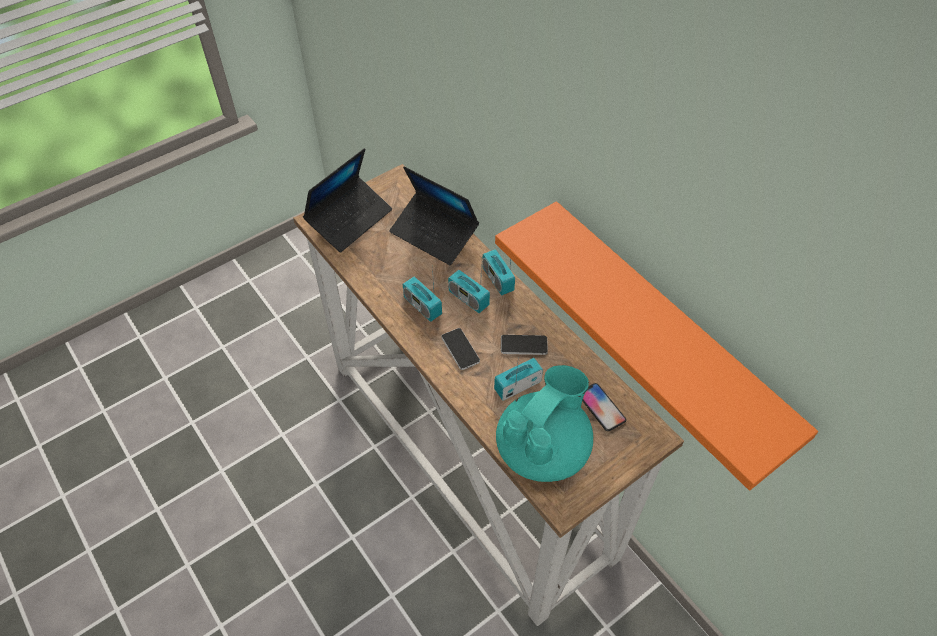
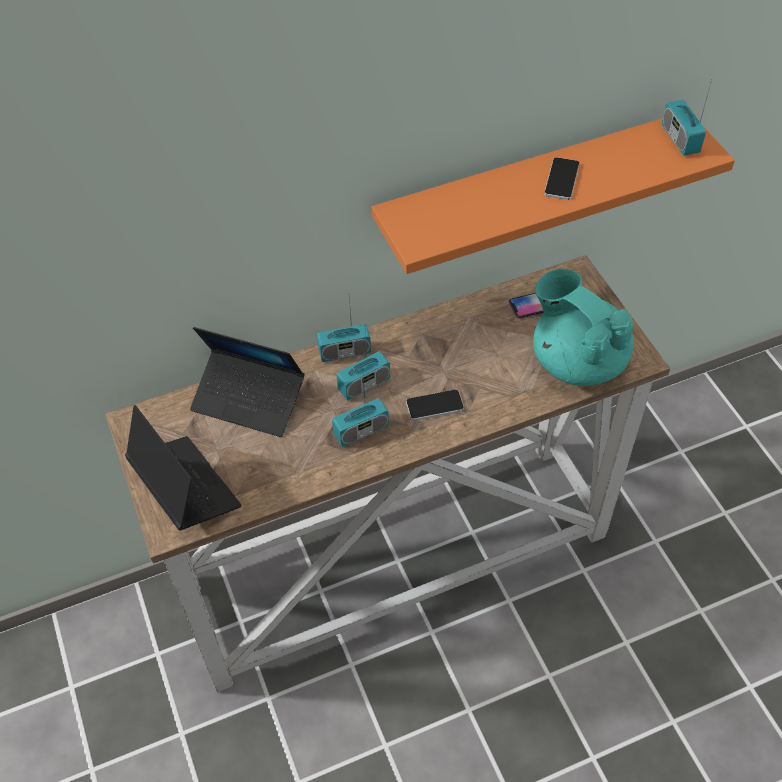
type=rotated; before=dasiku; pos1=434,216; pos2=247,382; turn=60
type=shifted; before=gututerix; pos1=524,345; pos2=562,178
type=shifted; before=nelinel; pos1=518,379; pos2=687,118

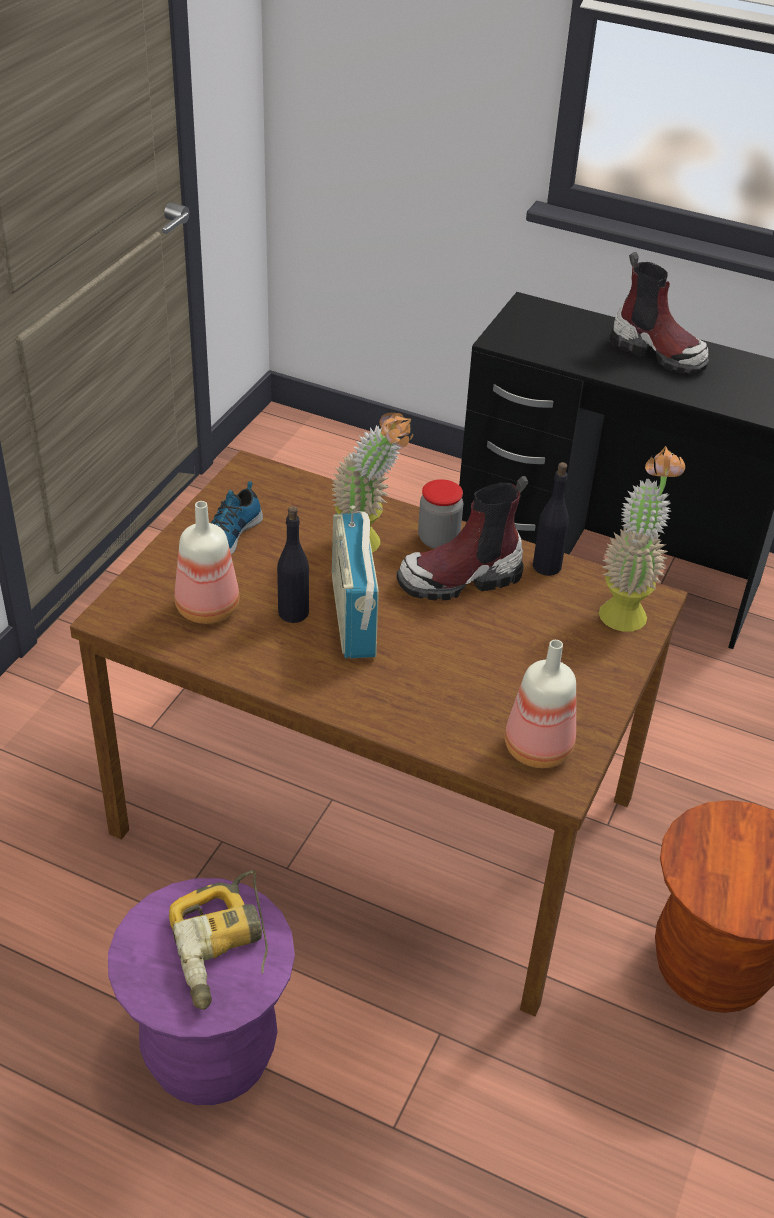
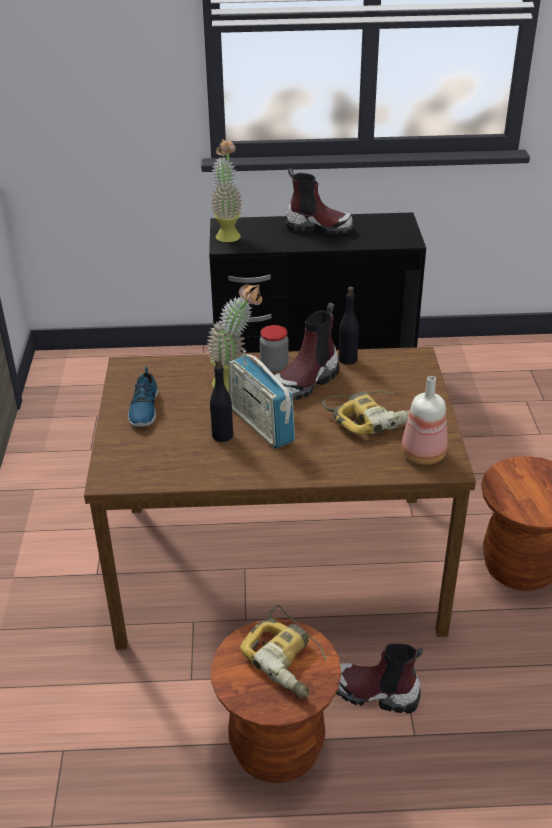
type=shifted; before=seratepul; pos1=642,539; pos2=226,190
type=repainted; before=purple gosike; after=brown gosike; pos1=201,991; pos2=276,701
type=new; after=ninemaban; pos2=366,413
type=new; after=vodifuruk; pos2=380,679
type=gone; before=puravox; pos1=207,562

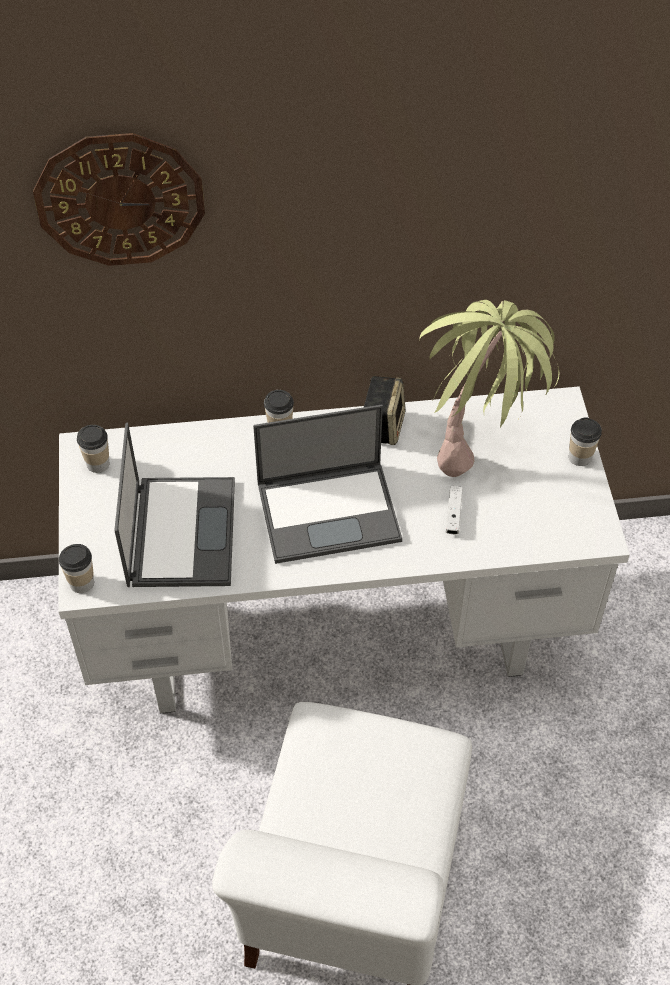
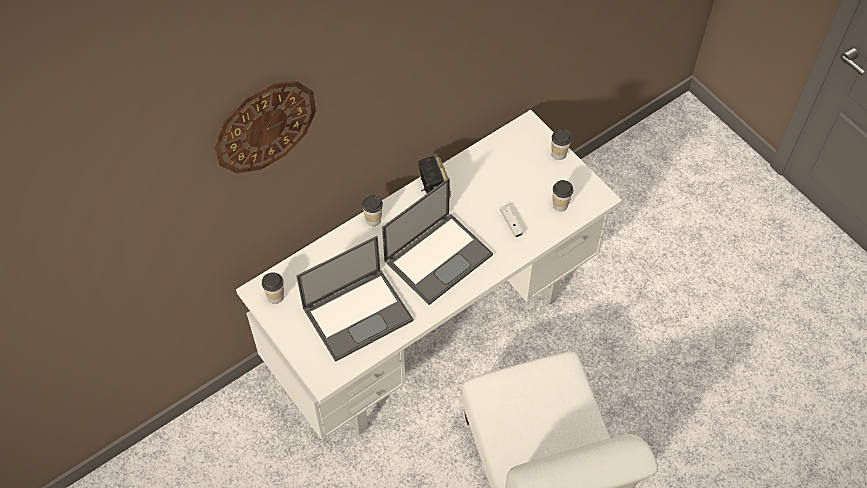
type=rotated; before=dasiku; pos1=174,505; pos2=355,299; turn=90
type=shifted; before=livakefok; pos1=76,568; pos2=563,196
type=gone; before=seratepul; pos1=489,388

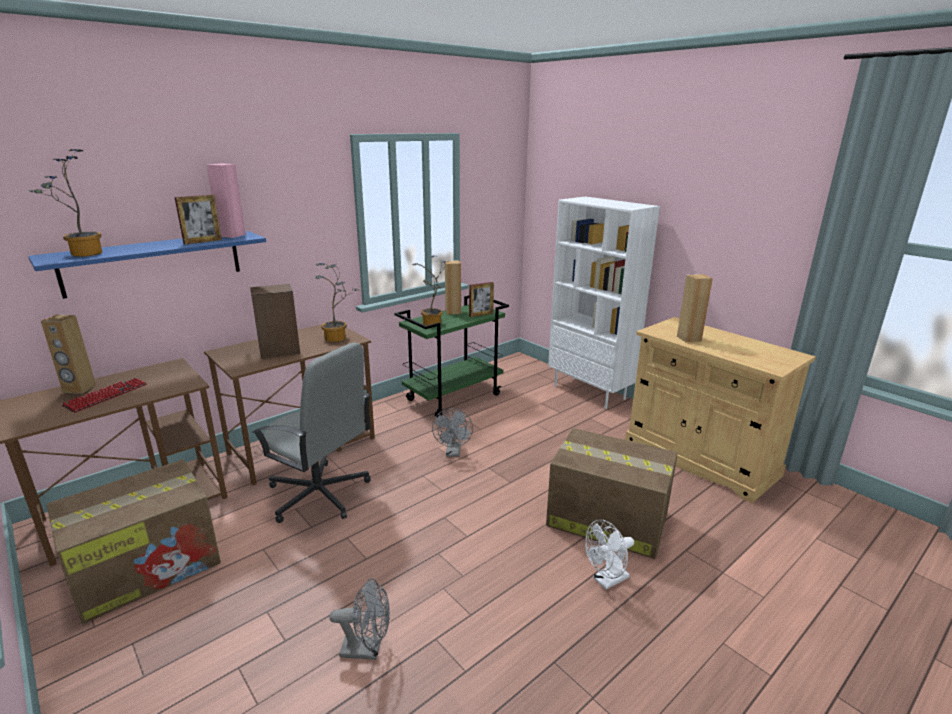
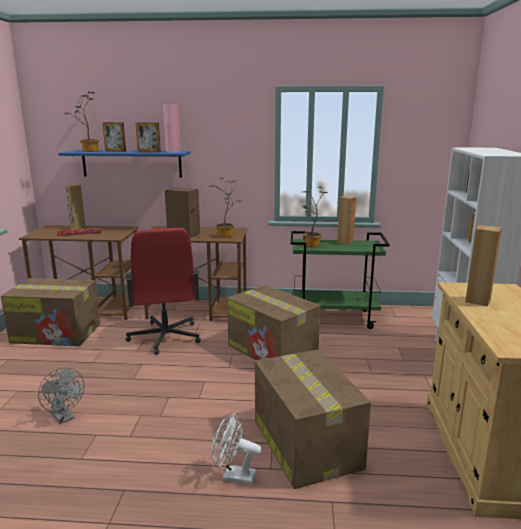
type=shifted; before=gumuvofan; pos1=481,299; pos2=114,137
type=repainted; before=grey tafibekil; after=red tafibekil; pos1=311,432; pos2=163,291
type=swapped; before=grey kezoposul; after=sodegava; pos1=452,432; pos2=273,322

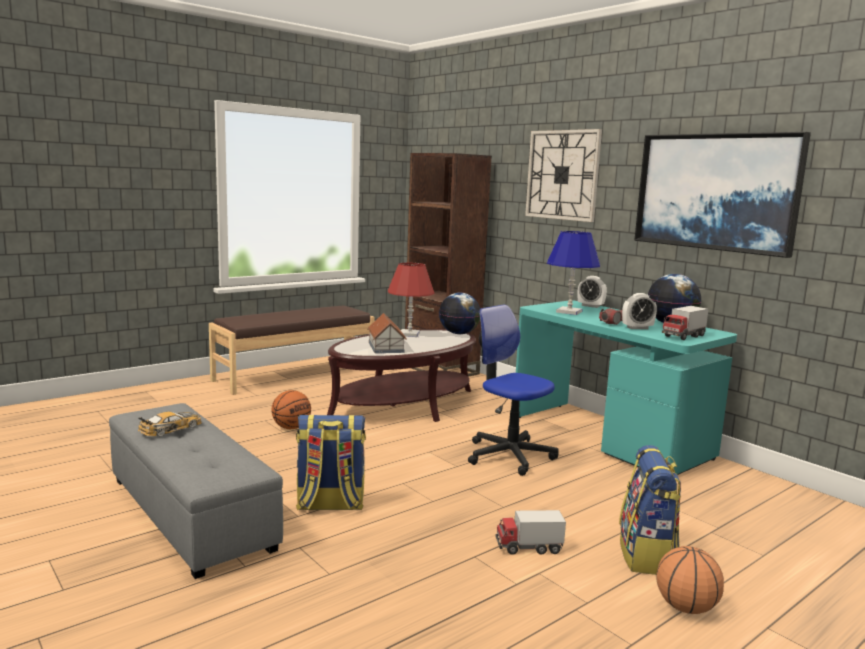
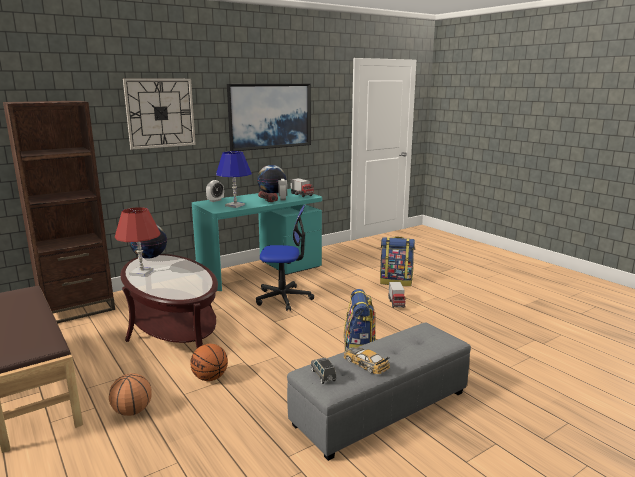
type=shifted; before=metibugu; pos1=690,580; pos2=130,394
type=rotated; before=tafibekil; pos1=513,390; pos2=285,258; turn=-135
type=new; after=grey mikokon; pos2=323,370
type=gone; before=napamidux; pos1=386,333

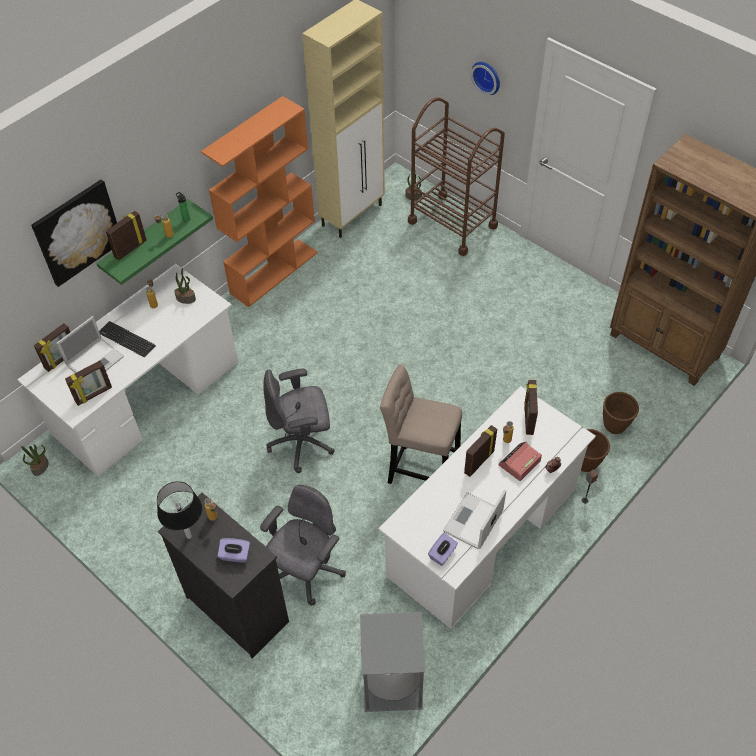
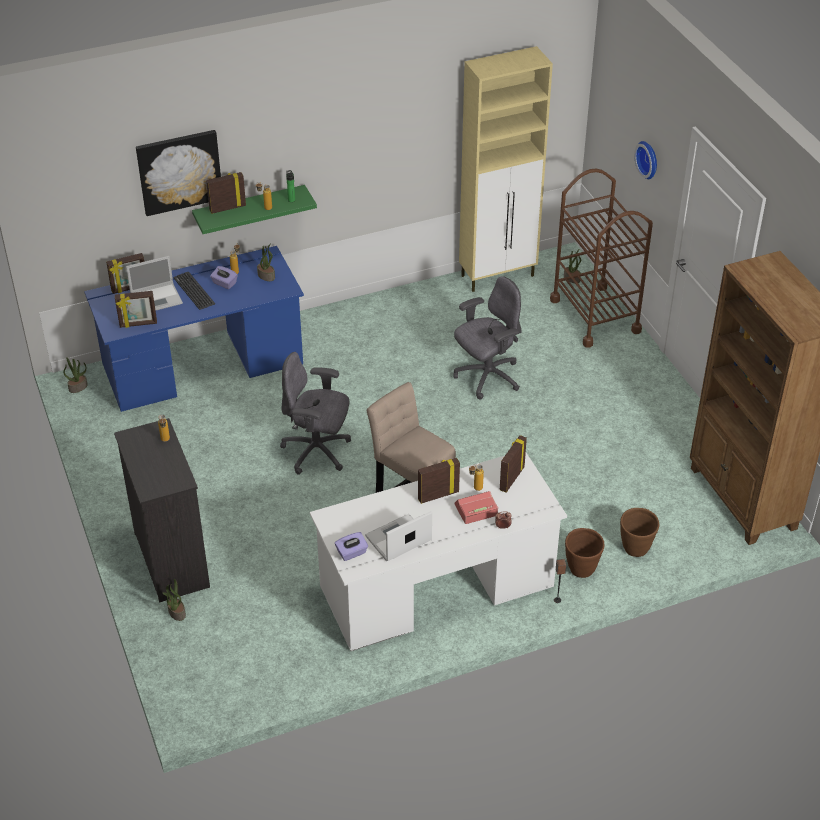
type=repainted; before=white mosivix; after=blue mosivix; pos1=127,370; pos2=194,329
type=new; after=seratepul; pos2=174,600
type=shifted; before=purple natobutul; pos1=234,550; pos2=224,277
type=shifted; before=grey tafibekil; pos1=303,545; pos2=488,338
type=gone; before=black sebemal; pos1=179,510
type=gone; before=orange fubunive; pos1=259,201
type=gone; before=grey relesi; pos1=393,662

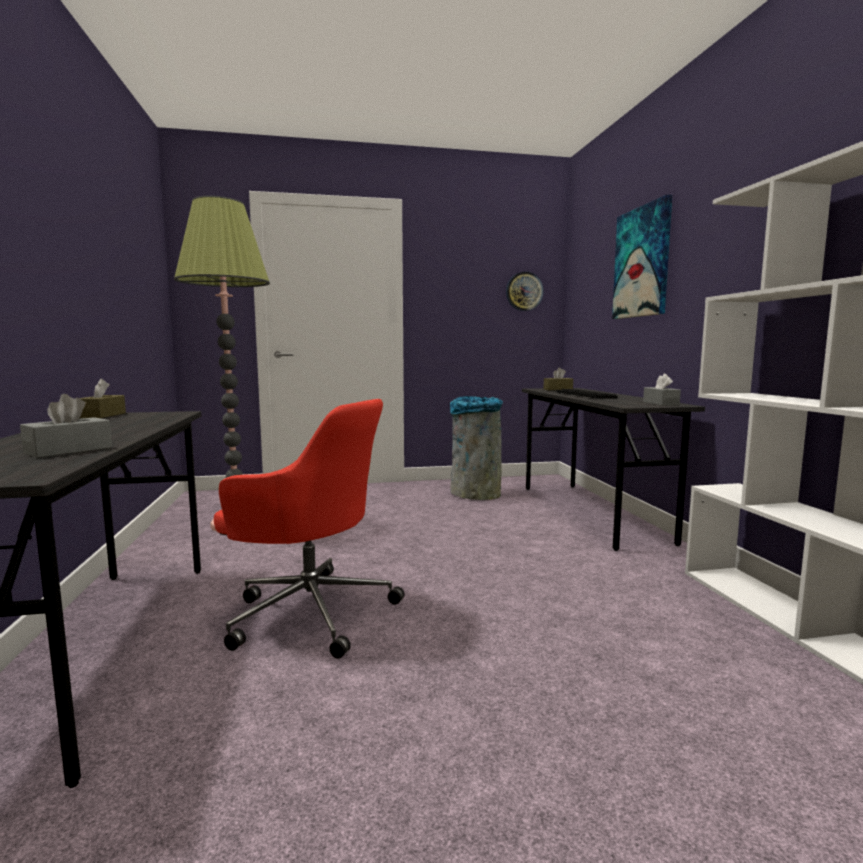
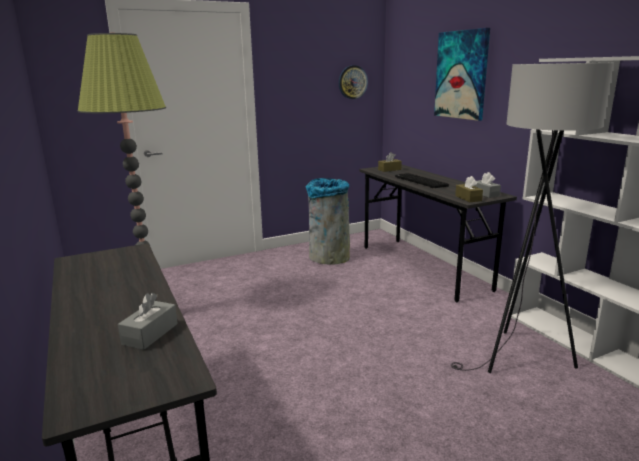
type=new; after=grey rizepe; pos2=532,218
type=shifted; before=brown natobutul; pos1=103,398; pos2=469,189
type=gone; before=red tafibekil; pos1=309,529

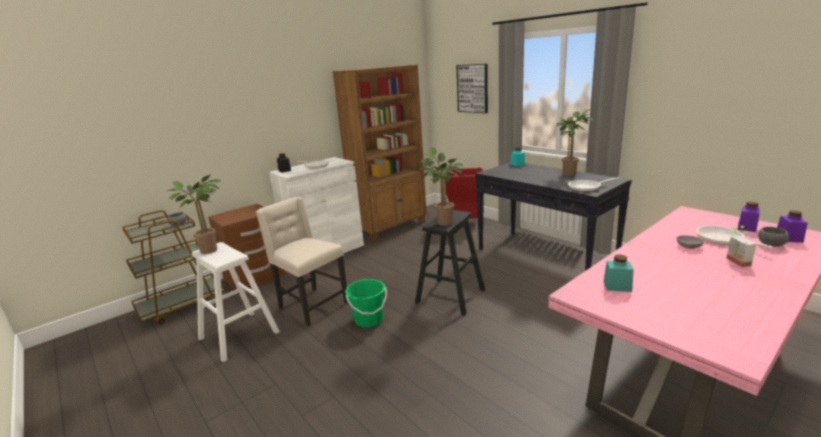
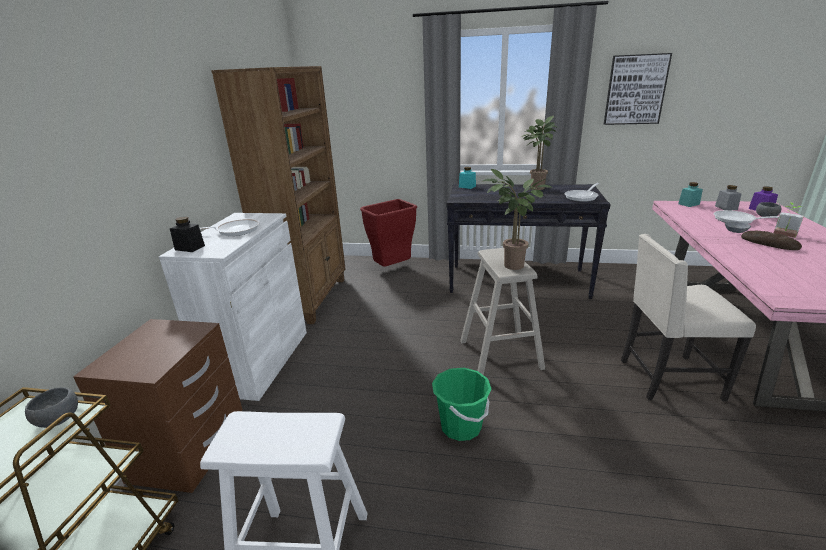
type=repainted; before=black gosike; after=beige gosike; pos1=450,262; pos2=502,311
type=shifted; before=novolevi; pos1=472,88; pos2=638,89
type=shifted; before=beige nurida; pos1=302,261; pos2=688,317
type=shifted; before=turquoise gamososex; pos1=619,273; pos2=690,194
type=repainted; before=purple gamososex; after=grey gamososex; pos1=749,217; pos2=728,197
type=new; after=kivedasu; pos2=771,240
type=gone; before=seratepul; pos1=194,214

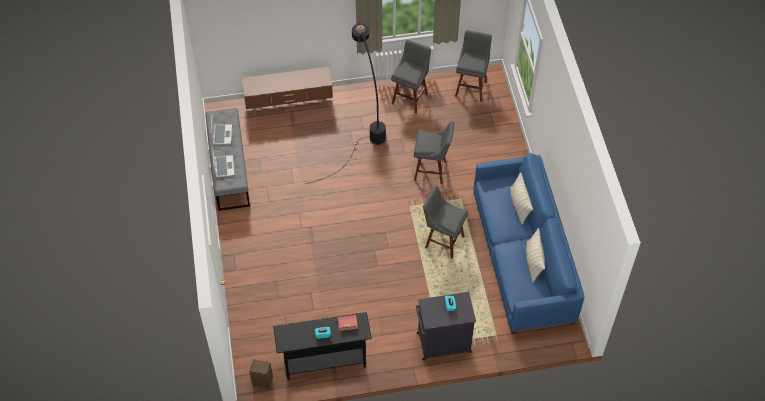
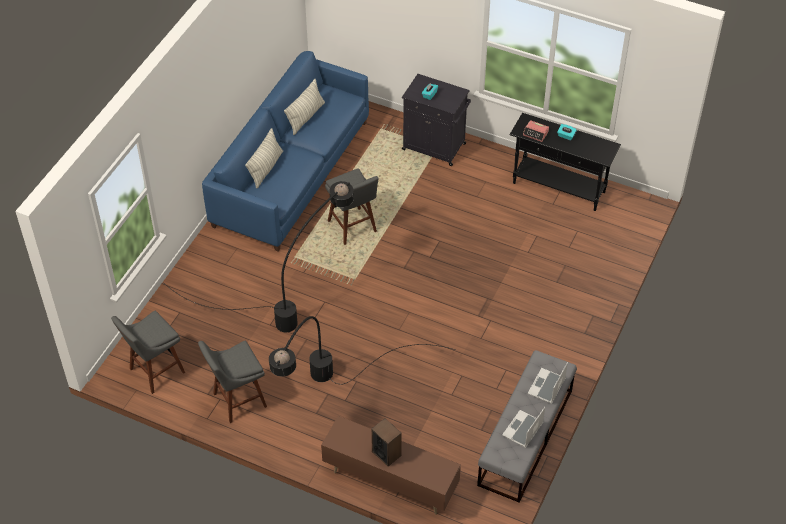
type=swapped; before=grey gosike; after=black rizepe; pos1=434,152; pos2=259,256
type=shifted; before=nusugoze; pos1=261,374; pos2=386,442

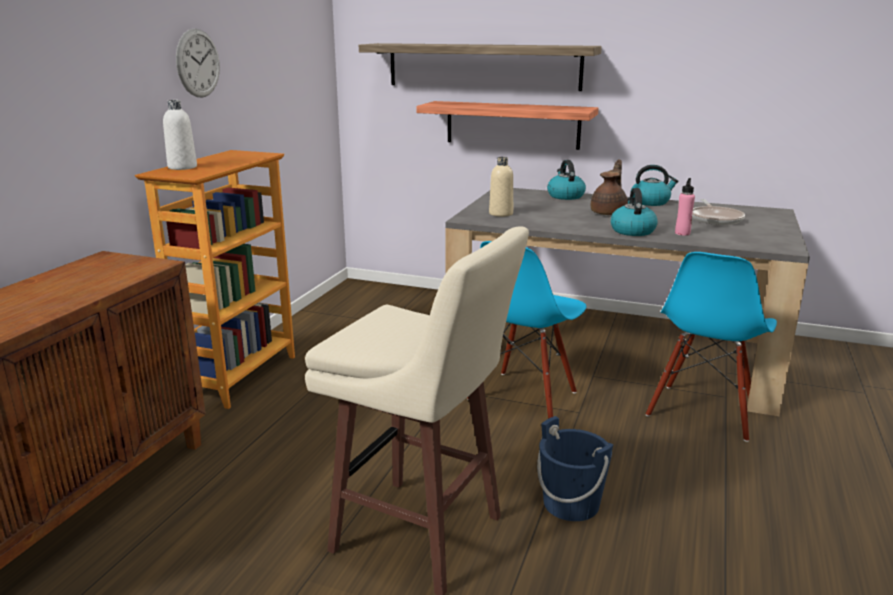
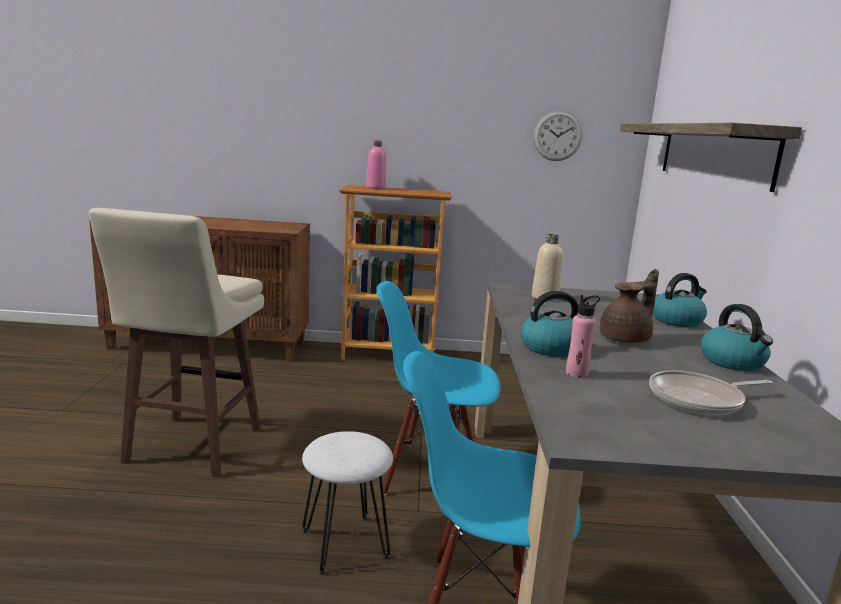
type=new; after=white gosike; pos2=347,503
type=repainted; before=white puravox; after=pink puravox; pos1=180,135; pos2=376,164
type=shifted; before=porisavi; pos1=198,63; pos2=557,136
type=rotated; before=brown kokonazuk; pos1=609,187; pos2=629,306; turn=-45
type=gone; before=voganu; pos1=507,125
type=gone; before=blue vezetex; pos1=575,468

